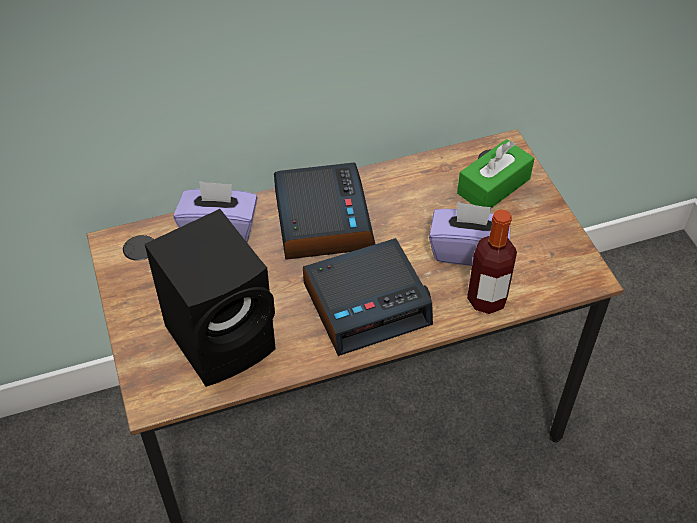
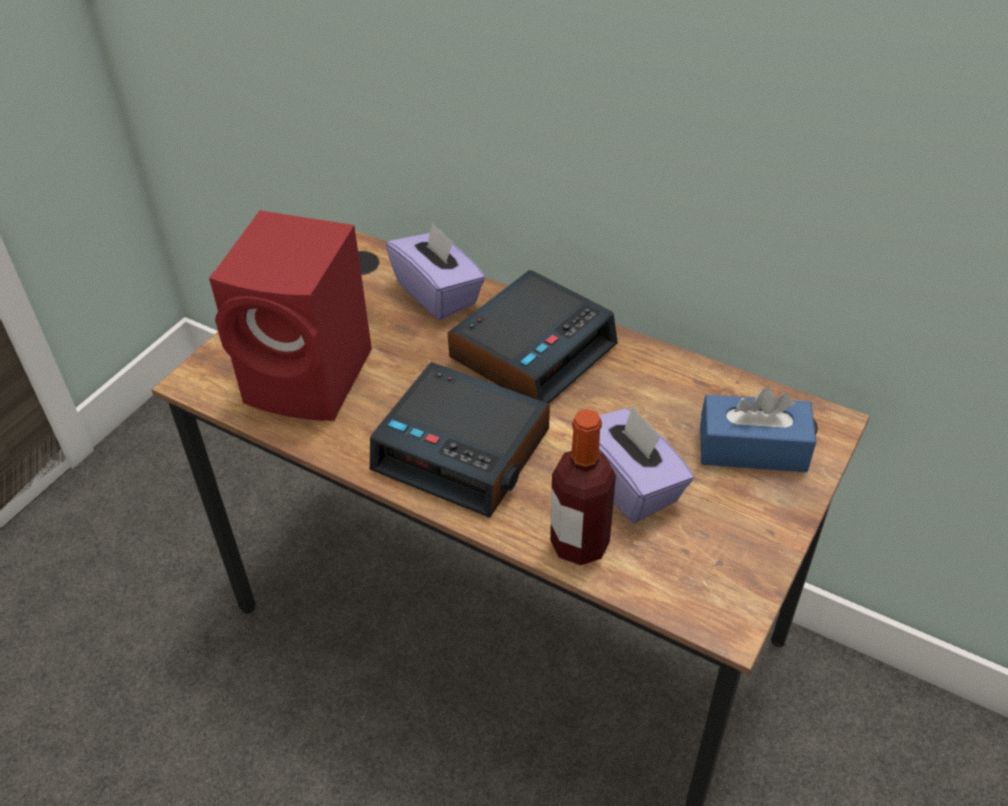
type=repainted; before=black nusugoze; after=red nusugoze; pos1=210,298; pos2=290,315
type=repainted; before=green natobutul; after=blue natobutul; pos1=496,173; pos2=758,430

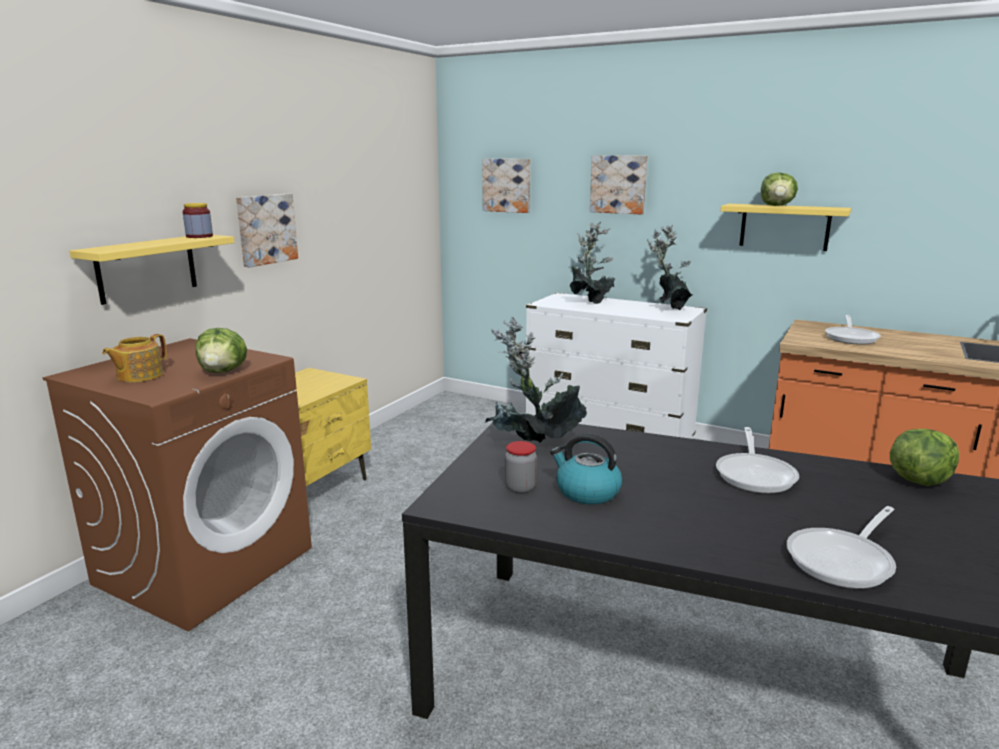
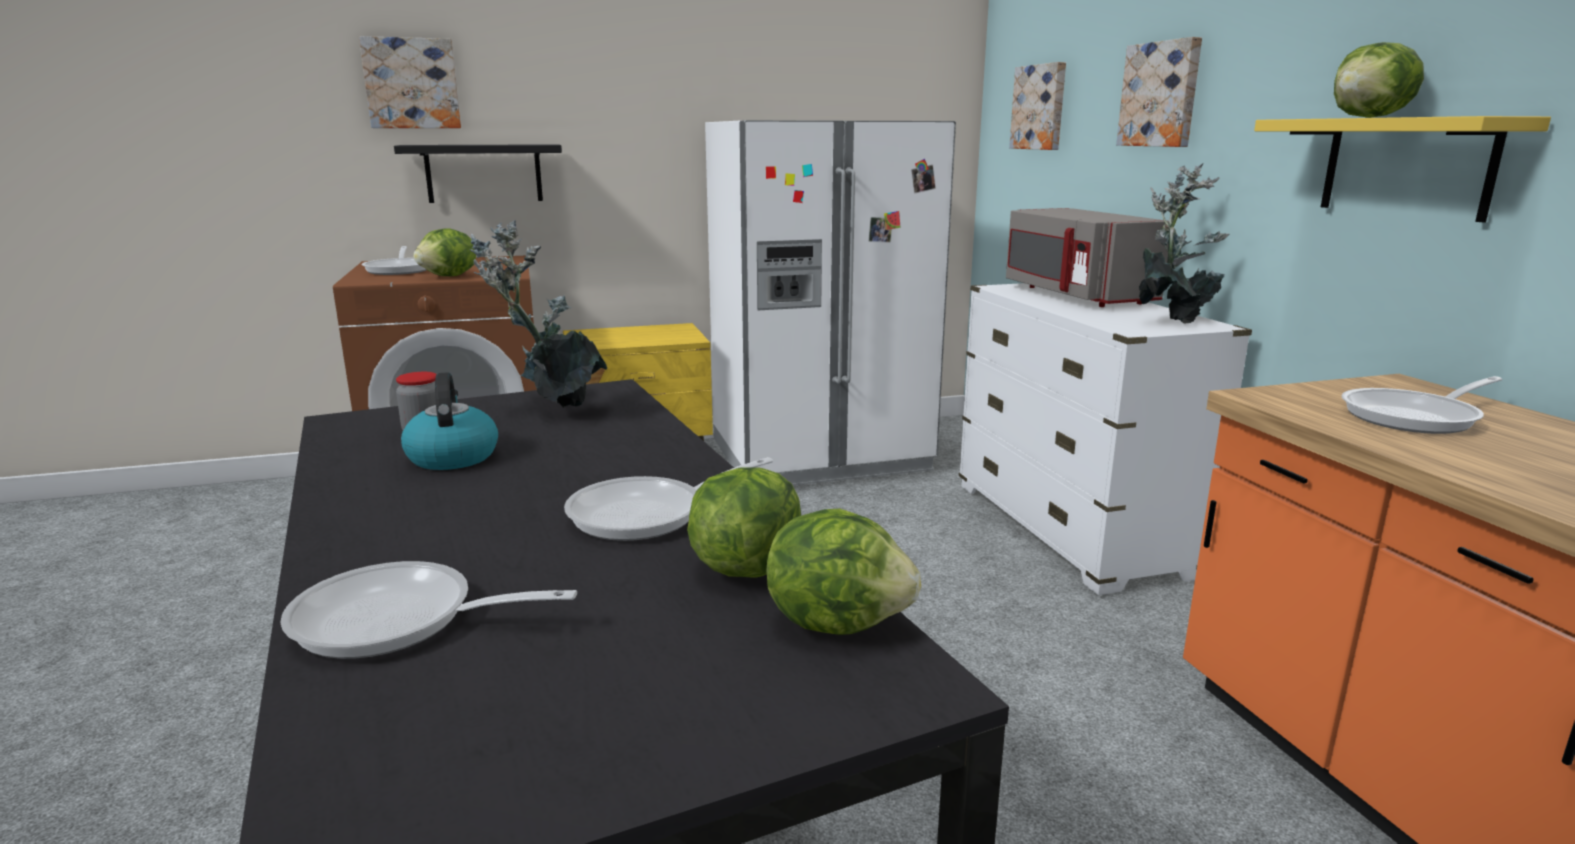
type=shifted; before=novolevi; pos1=267,230; pos2=410,82
type=swapped; before=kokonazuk; after=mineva; pos1=134,358; pos2=393,260
type=repainted; before=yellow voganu; after=black voganu; pos1=152,270; pos2=478,173
type=new; after=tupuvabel; pos2=744,523
type=new; after=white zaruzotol; pos2=830,302
type=swapped; before=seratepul; after=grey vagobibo; pos1=592,263; pos2=1087,257
type=gone; before=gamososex; pos1=198,220

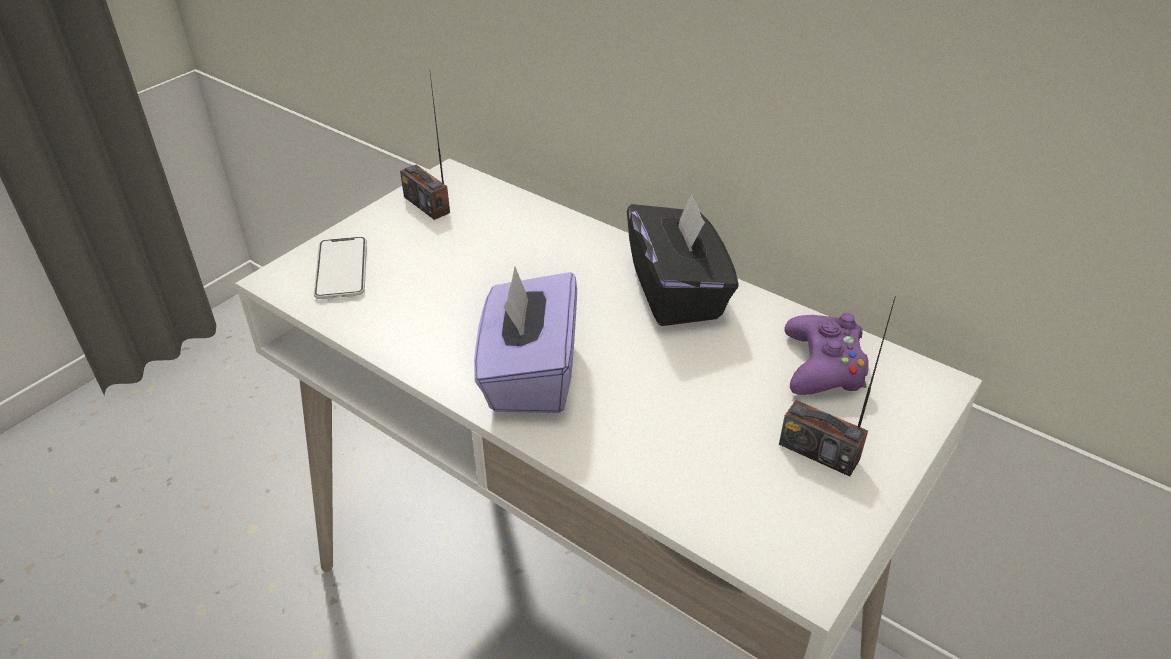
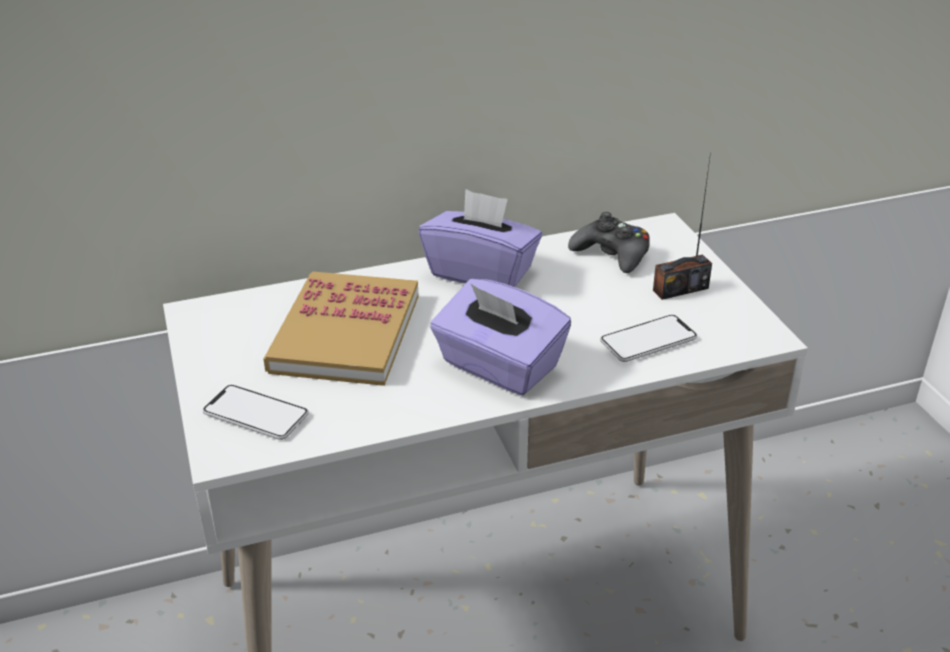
type=new; after=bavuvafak; pos2=341,328
type=repainted; before=black natobutul; after=purple natobutul; pos1=682,258; pos2=480,238
type=repainted; before=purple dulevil; after=black dulevil; pos1=826,354; pos2=609,242
type=new; after=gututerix; pos2=648,338
type=gone; before=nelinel; pos1=425,147

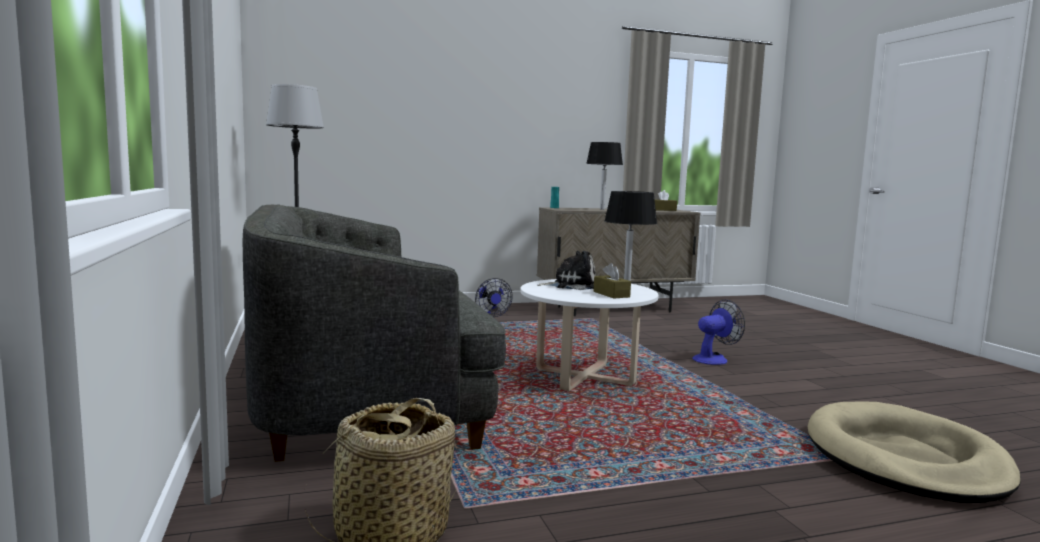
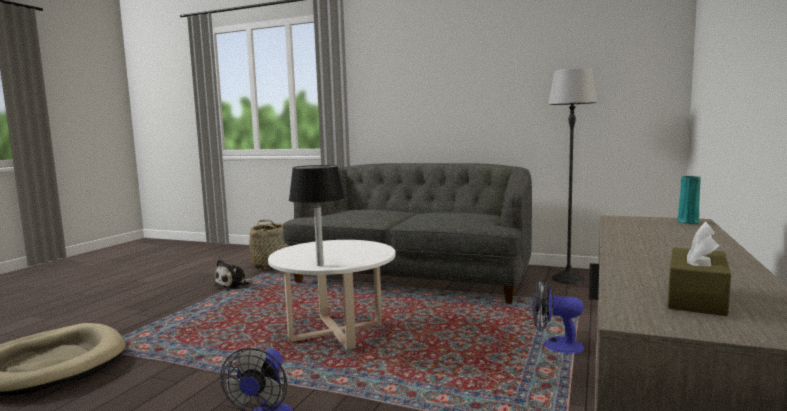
type=shifted; before=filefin; pos1=567,270; pos2=232,274
type=gone; before=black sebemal; pos1=604,176
type=gone; before=brown natobutul; pos1=612,280

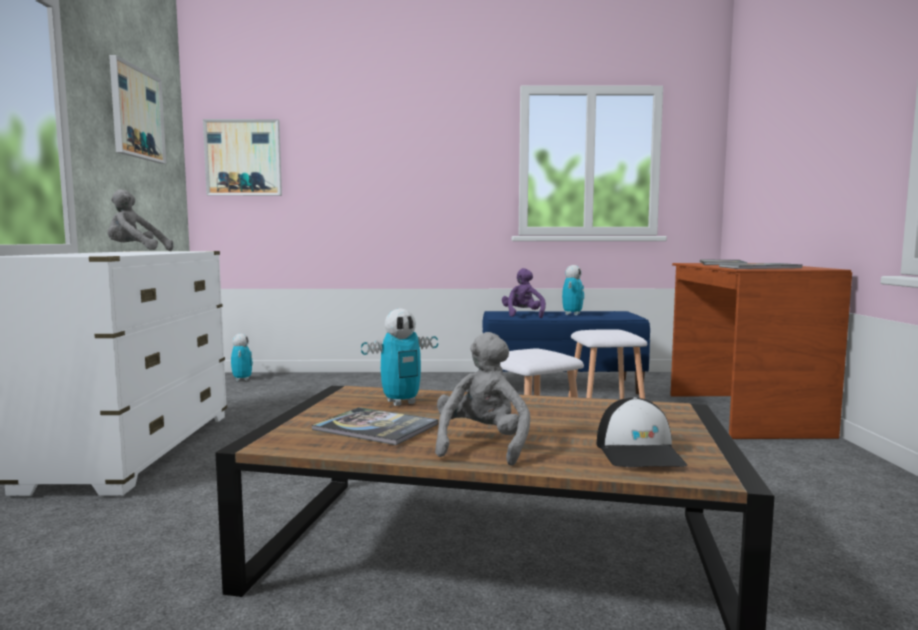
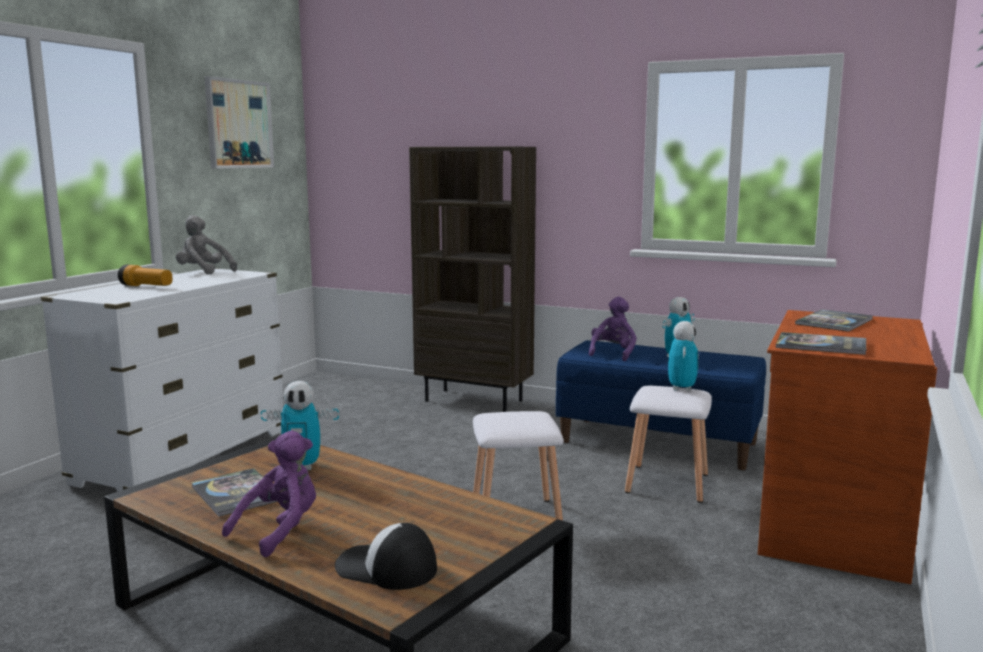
type=new; after=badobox; pos2=145,275
type=repainted; before=grey filefin; after=purple filefin; pos1=482,399; pos2=269,494
type=rotated; before=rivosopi; pos1=642,432; pos2=386,556; turn=90
type=new; after=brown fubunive; pos2=472,279
type=shifted; before=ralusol; pos1=242,357; pos2=683,356
type=gone; before=novolevi; pos1=242,157

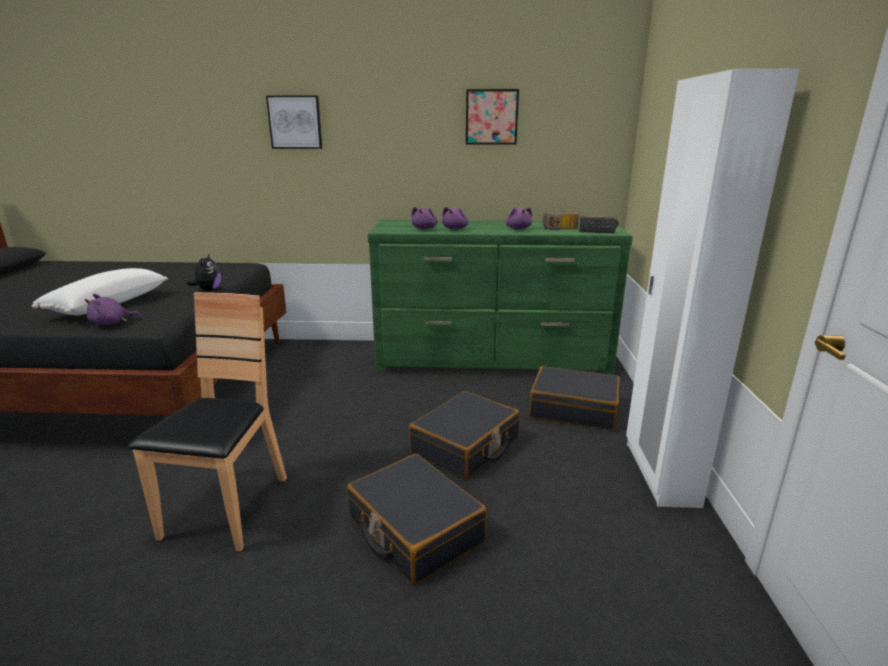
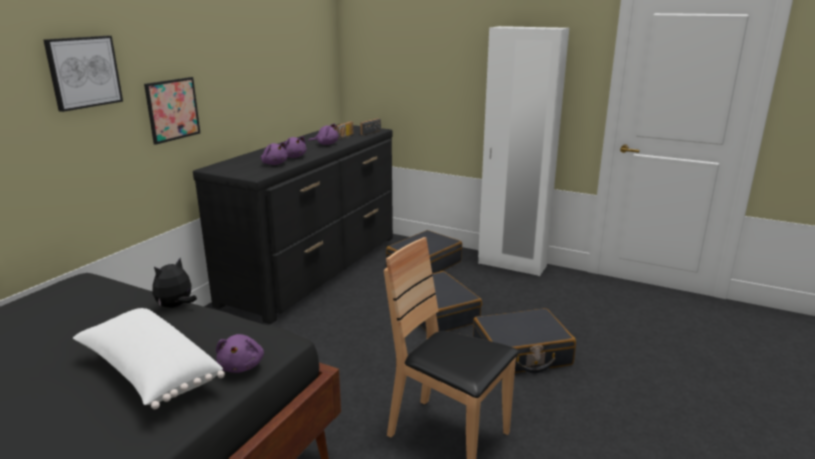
type=shifted; before=novolevi; pos1=492,117; pos2=172,111
type=rotated; before=filefin; pos1=204,272; pos2=175,283; turn=-75
type=repainted; before=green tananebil; after=black tananebil; pos1=500,297; pos2=293,224

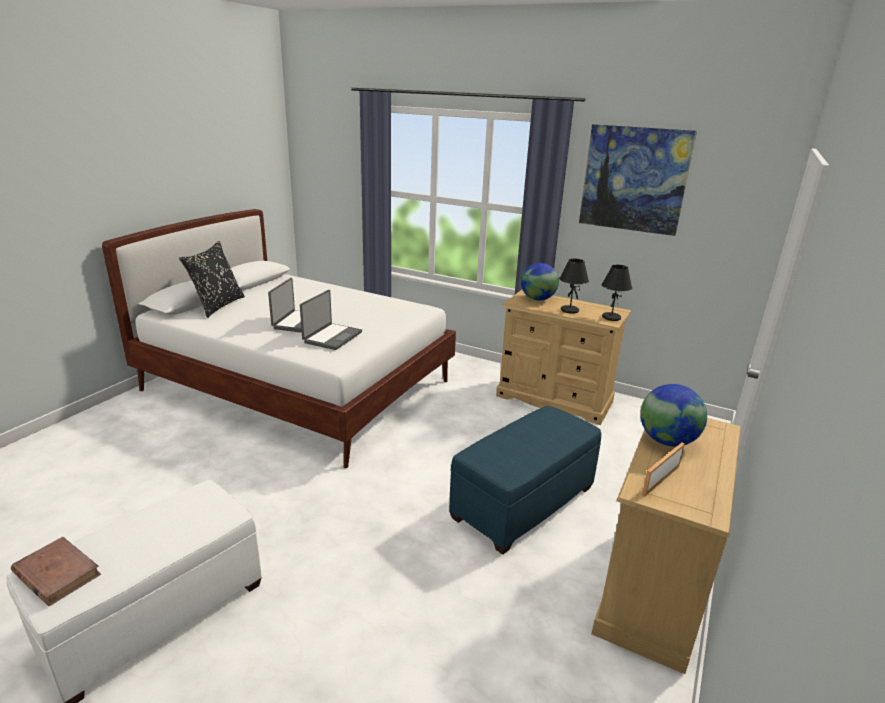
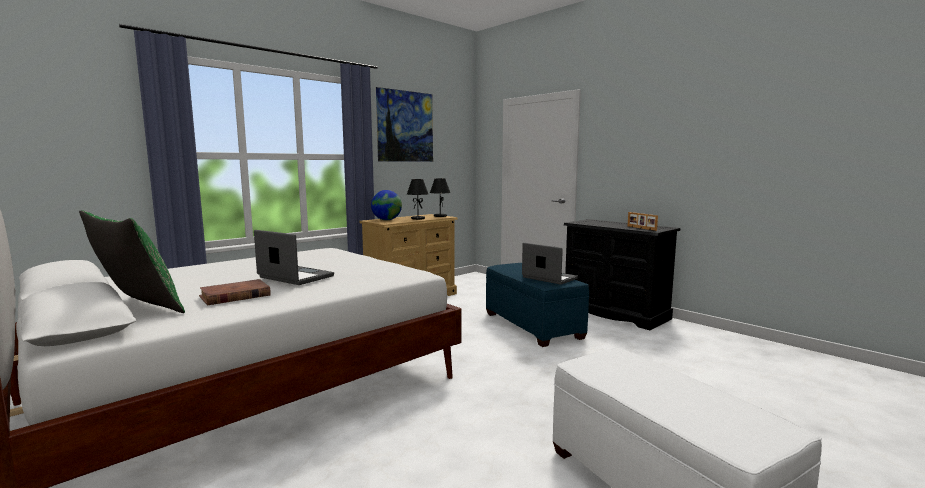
type=repainted; before=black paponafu; after=green paponafu; pos1=212,279; pos2=132,261
type=shifted; before=brown bavuvafak; pos1=56,571; pos2=235,292
type=shifted; before=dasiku; pos1=331,320; pos2=550,264
type=repainted; before=beige tananebil; after=black tananebil; pos1=666,546; pos2=622,274
type=gone; before=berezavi; pos1=673,415

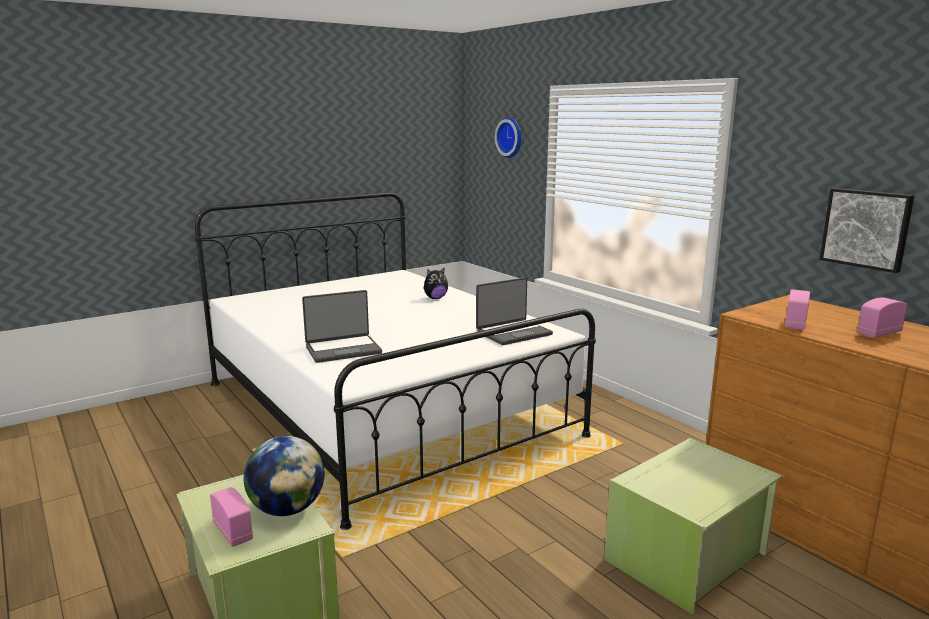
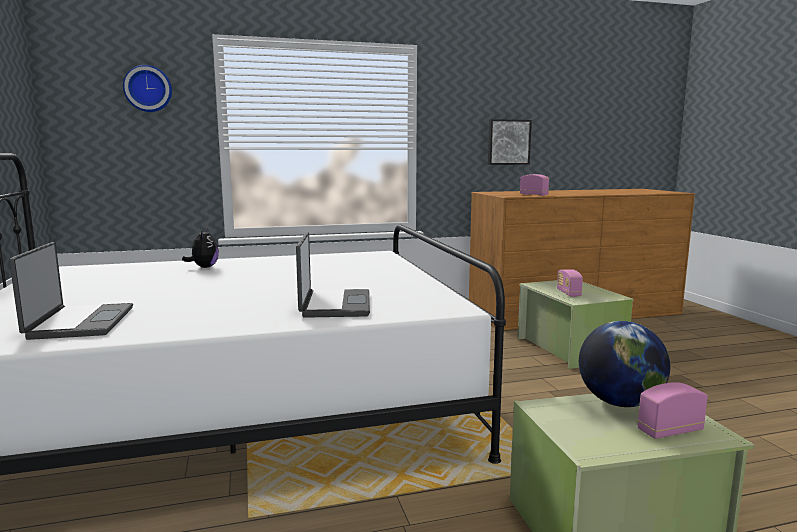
type=shifted; before=dasiku; pos1=514,311; pos2=71,291
type=shifted; before=nelinel; pos1=882,317; pos2=570,283

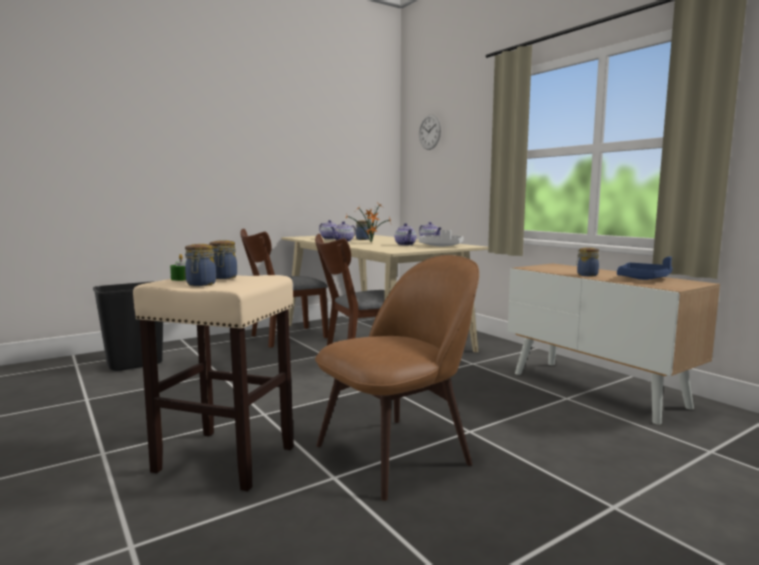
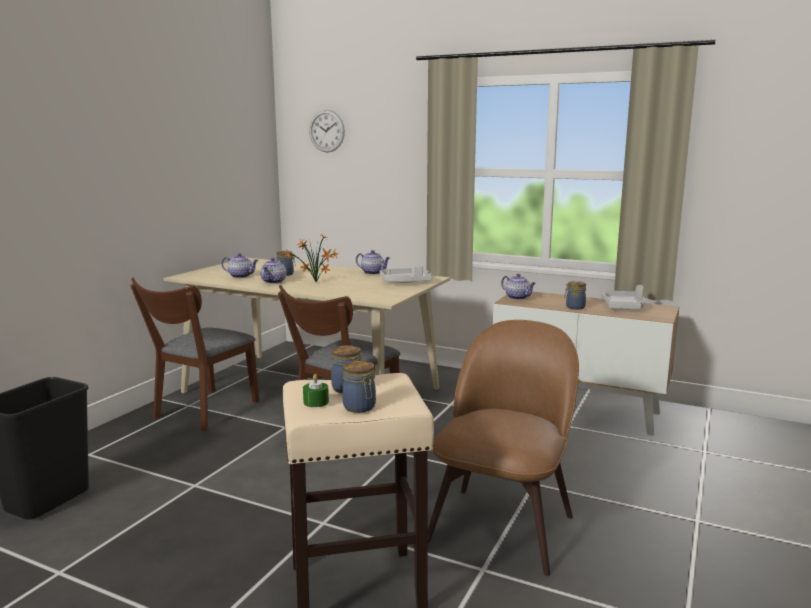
type=shifted; before=kokonazuk; pos1=405,234; pos2=518,287
type=repainted; before=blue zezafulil; after=grey zezafulil; pos1=645,268; pos2=623,297

